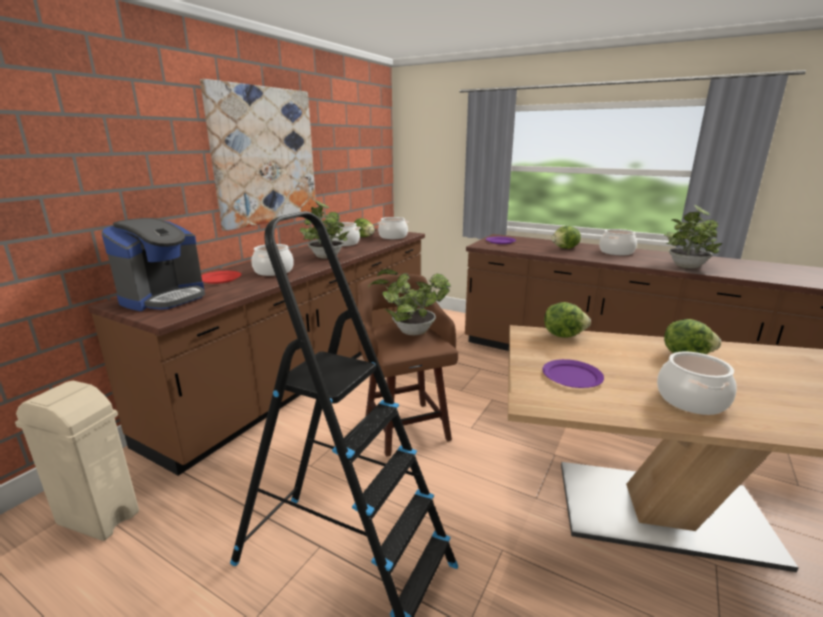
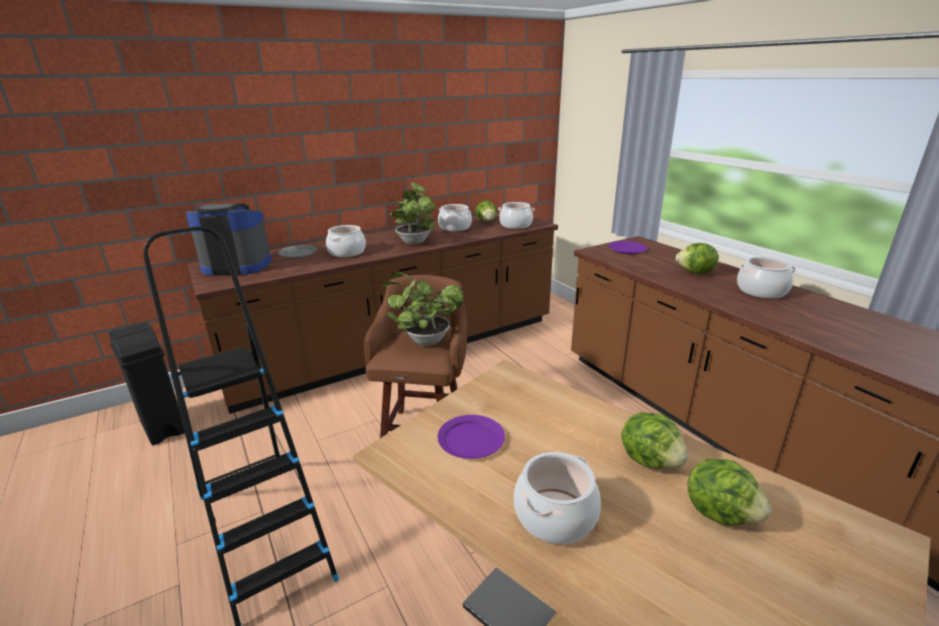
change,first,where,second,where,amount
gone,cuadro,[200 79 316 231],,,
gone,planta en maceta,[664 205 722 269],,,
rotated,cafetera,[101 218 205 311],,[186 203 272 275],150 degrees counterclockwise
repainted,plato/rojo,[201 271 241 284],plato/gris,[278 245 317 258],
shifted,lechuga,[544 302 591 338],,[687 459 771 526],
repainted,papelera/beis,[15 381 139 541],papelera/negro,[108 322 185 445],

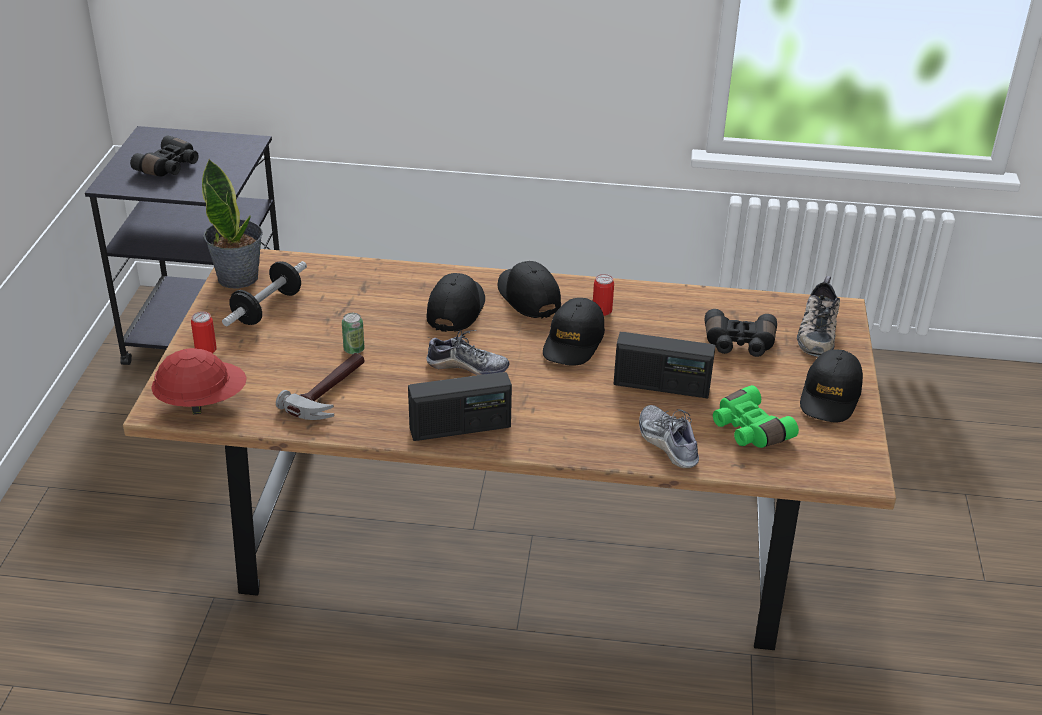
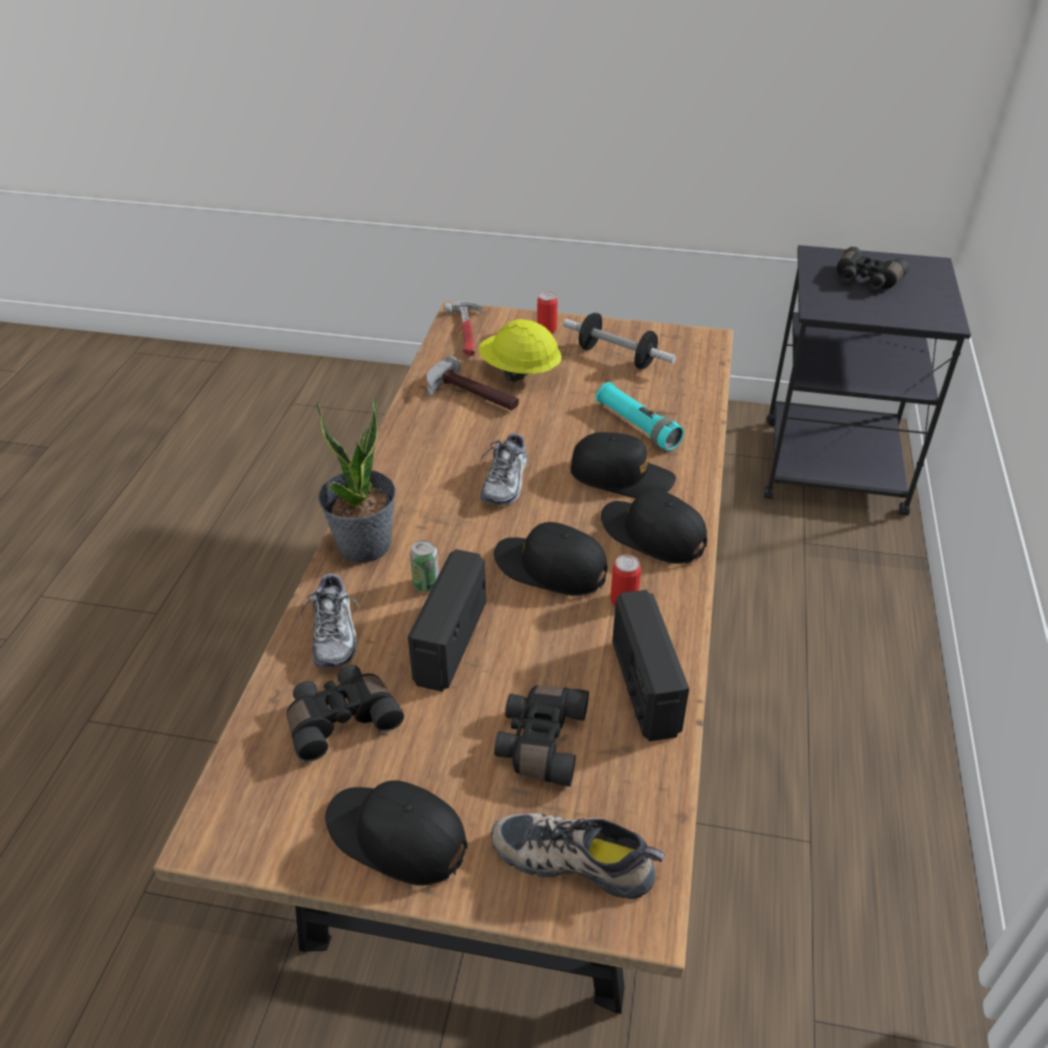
change,first,where,second,where,amount
shifted,planta en maceta,[202 158 263 289],,[317 396 396 563],
rotated,gorra/negro,[498 261 561 319],,[601 490 707 564],120 degrees counterclockwise
shifted,lata,[342 313 364 354],,[410 540 439 592],
swapped,casco/rojo,[151 348 247 415],martillo,[445 301 483 356],
shifted,radio,[408 372 512 441],,[612 590 689 741],
repainted,prismáticos/verde,[713 385 799 448],prismáticos/negro,[287 665 404 762],
rotated,zapato,[639 405 699 468],,[300 568 360 669],105 degrees clockwise
new,,,casco/amarillo,[479 319 562 382],
new,,,linterna/turquesa,[596 382 684 451],

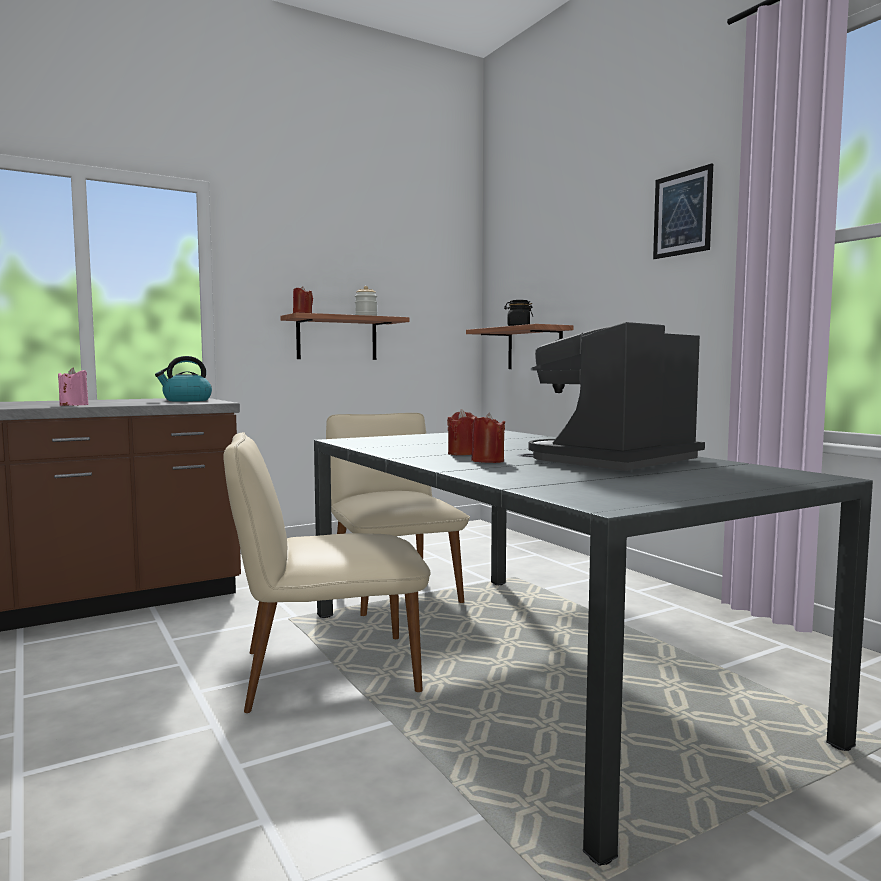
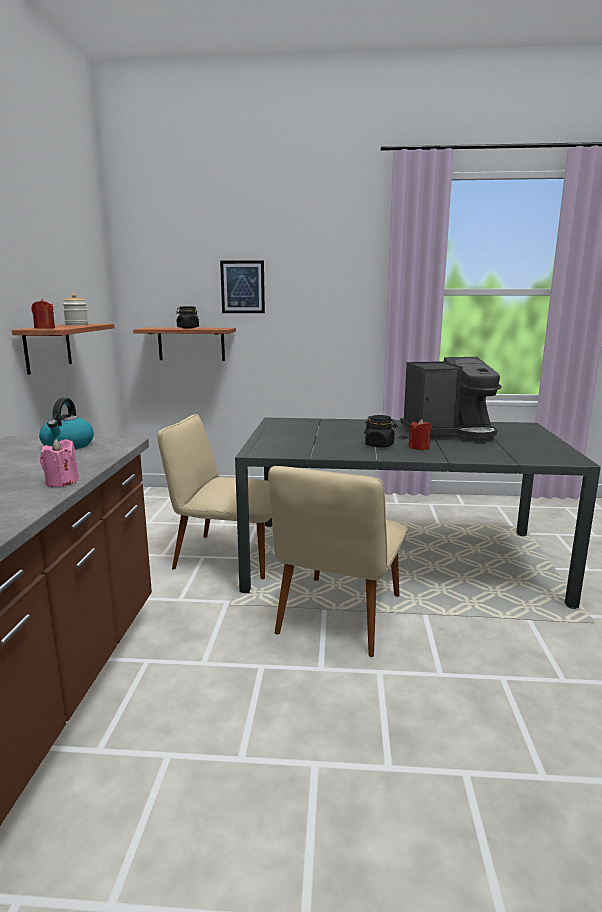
change,first,where,second,where,amount
shifted,cuadro,[653 163 713 259],,[220 260 265 313],
rotated,cafetera,[528 322 705 471],,[400 357 502 441],90 degrees counterclockwise
swapped,vela/rojo,[447 409 477 455],tarro/negro,[364 415 397 448],

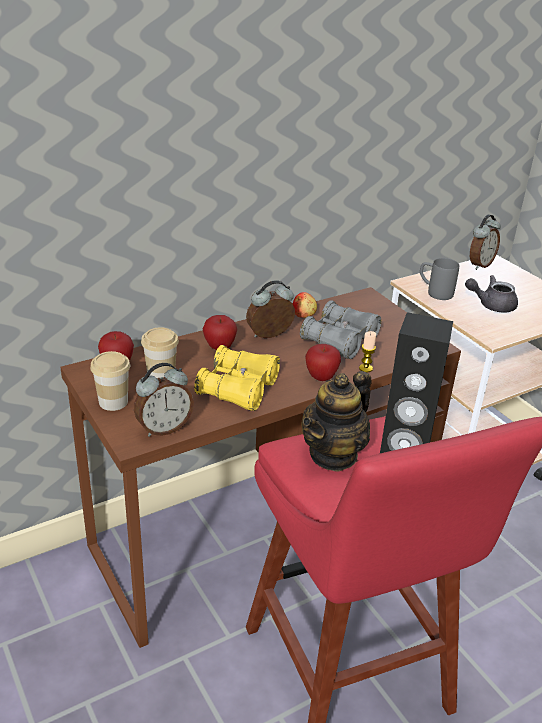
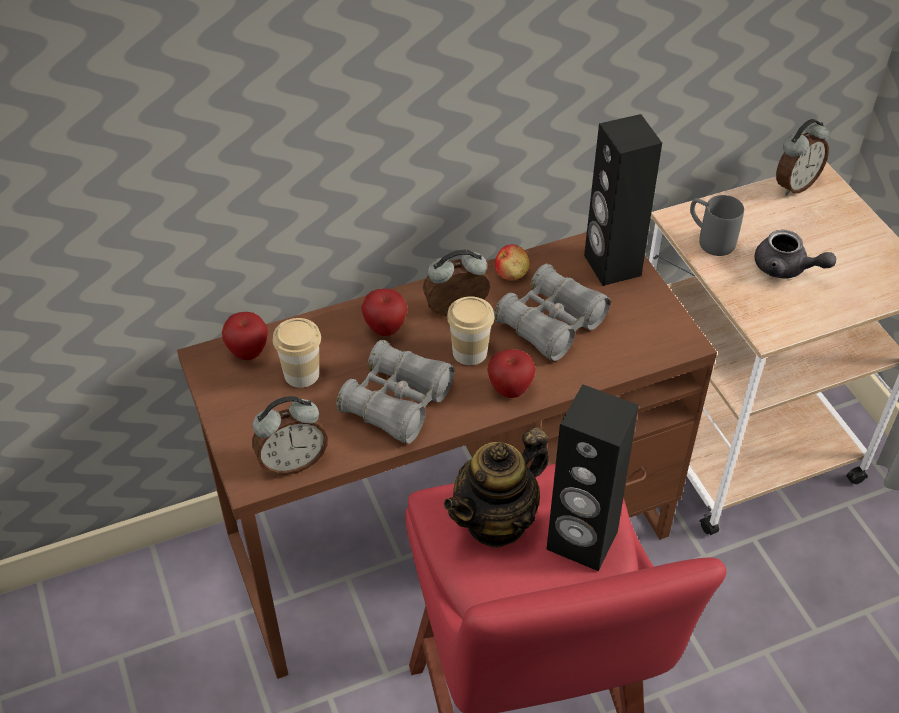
change,first,where,second,where,amount
rotated,tetera/gris,[465 275 518 312],,[754 230 836 279],150 degrees counterclockwise
gone,vela,[359 331 376 372],,,
repainted,prismáticos/amarillo,[194 345 280 411],prismáticos/gris,[336 340 455 444],
shifted,taza,[90 351 130 411],,[447 297 495 365],
new,,,altavoz/negro,[584 114 662 286],

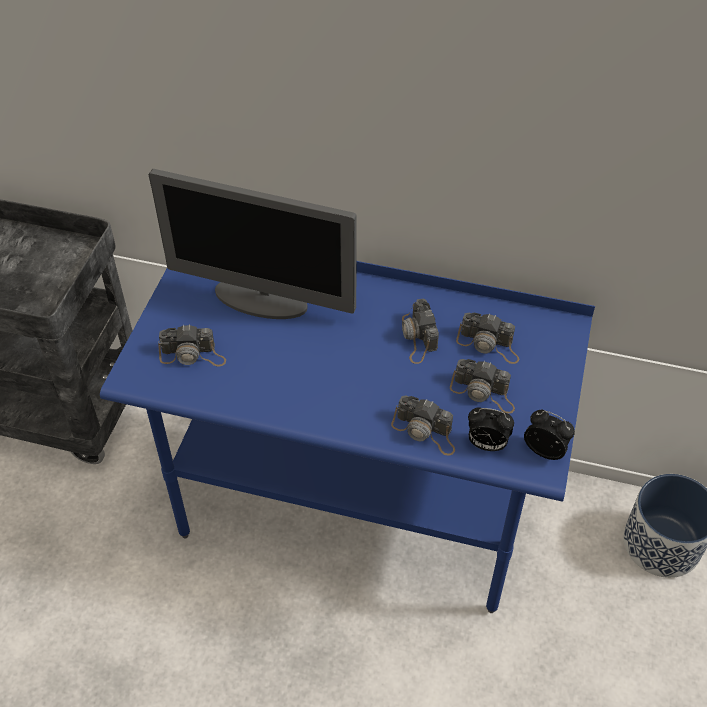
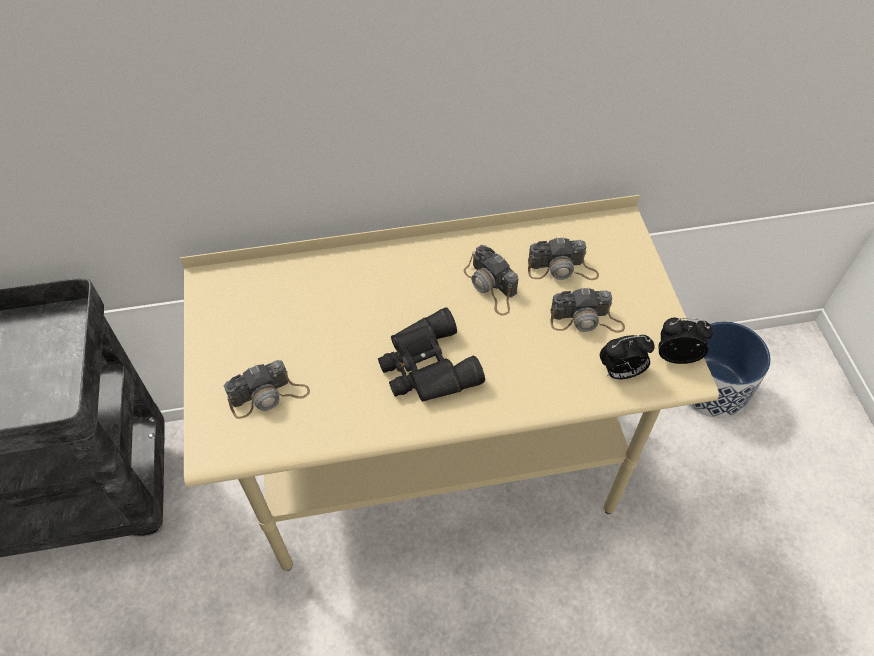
change,first,where,second,where,amount
gone,monitor,[149 169 357 319],,,
repainted,escritorio/azul,[100 261 595 613],escritorio/beis,[180 195 719 571],
gone,cámara,[391 396 455 456],,,
new,,,prismáticos/negro,[378 307 485 402],

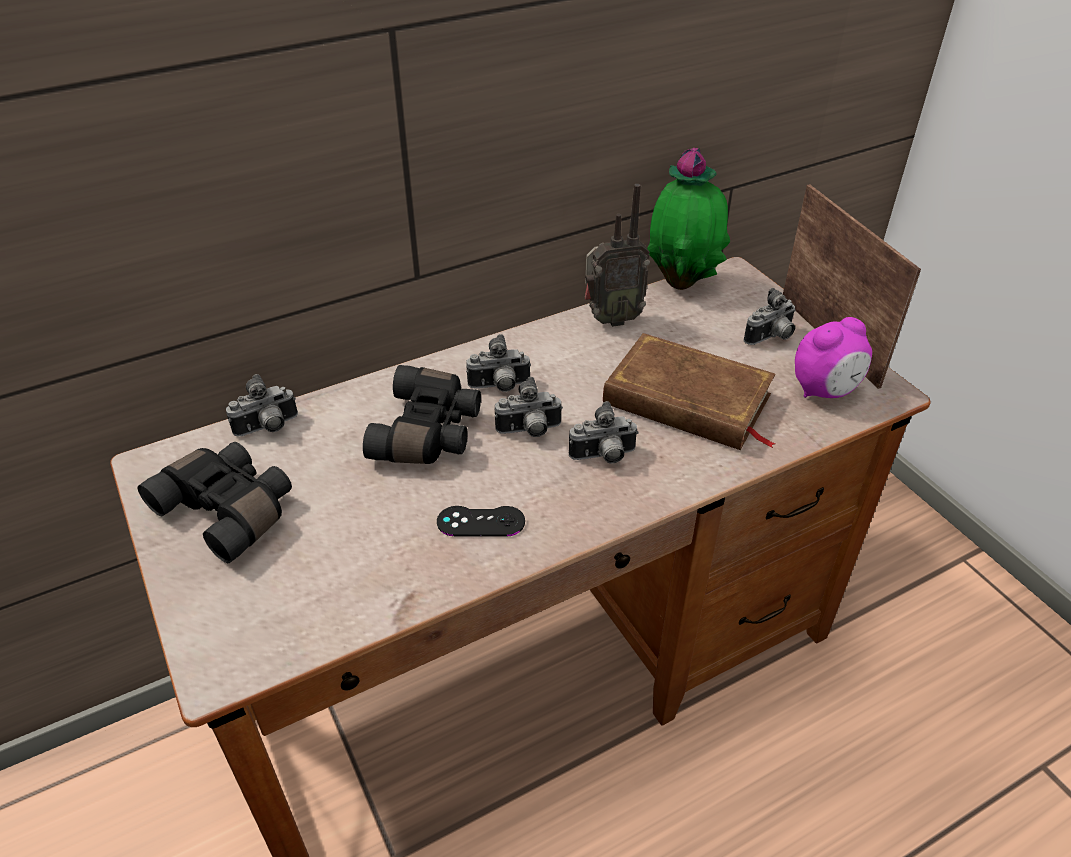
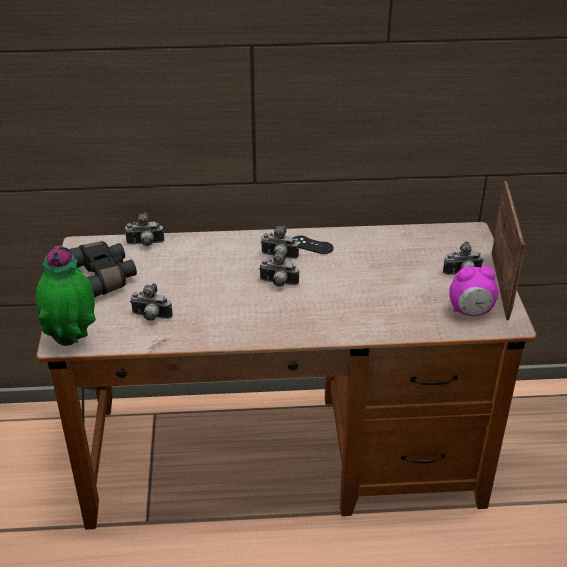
change,first,where,second,where,amount
shifted,planta en maceta,[647 147 730 290],,[36 245 96 346],
gone,radio,[585 184 650 327],,,
gone,libro/marrón,[603 333 775 450],,,
gone,prismáticos/negro,[363 365 481 464],,,
shifted,cámara,[569 401 638 463],,[130 283 173 321],
shifted,mando de consola/negro,[437 506 525 537],,[293 236 334 254],

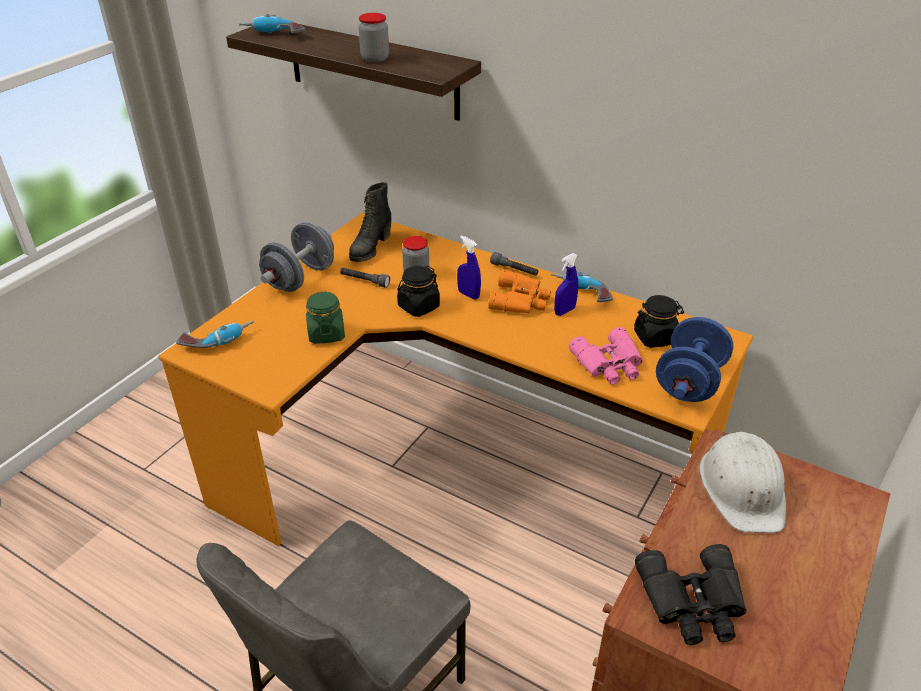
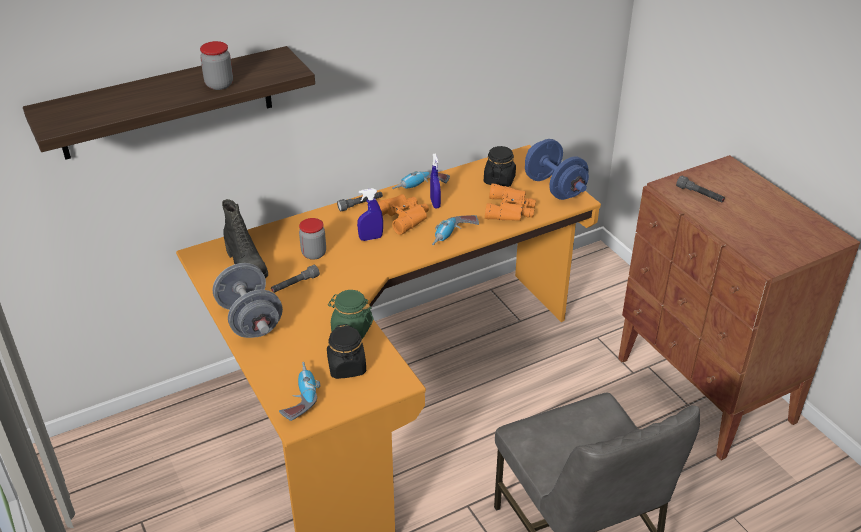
change,first,where,second,where,amount
shifted,taladro,[239 14 305 34],,[432 215 479 245],
shifted,tarro/negro,[397 266 440 317],,[327 324 366 379],
repainted,prismáticos/rosa,[569 327 643 385],prismáticos/naranja,[485 183 536 221],
swapped,casco/blanco,[700 432 786 533],linterna/gris,[676 176 725 203],
gone,prismáticos/negro,[635 544 747 645],,,

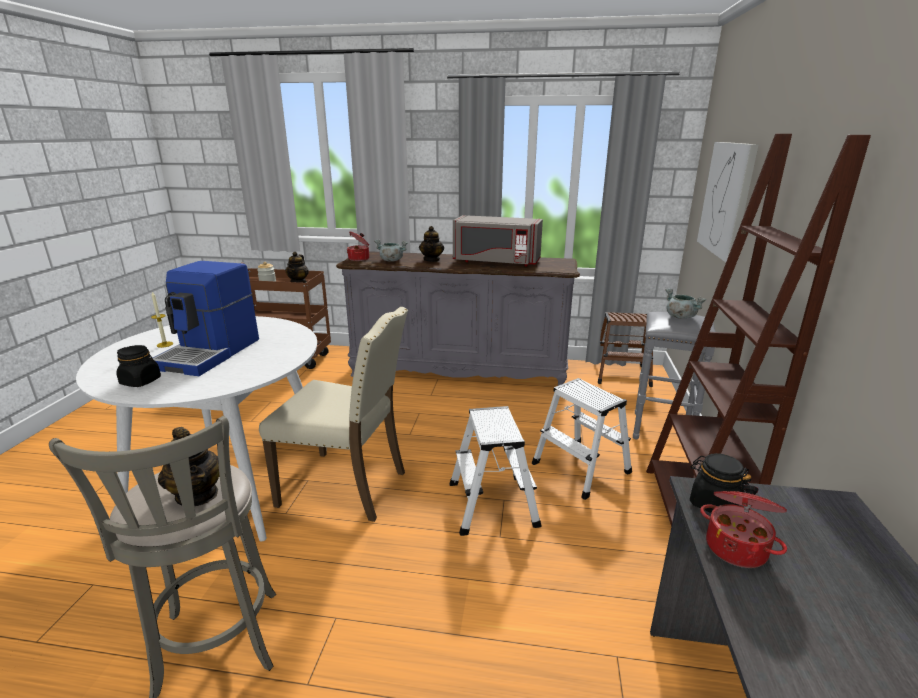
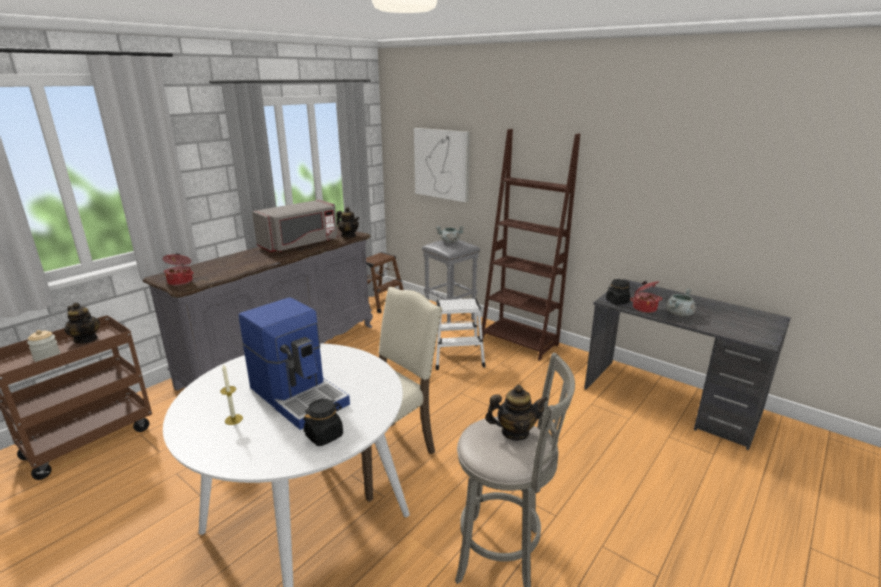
change,first,where,second,where,amount
shifted,tetera,[419 226 444 262],,[336 207 359 237],
shifted,olla/gris,[374 239 408 262],,[666 288 696 316],
gone,escalera de tijera/blanco,[449 406 542 536],,,

